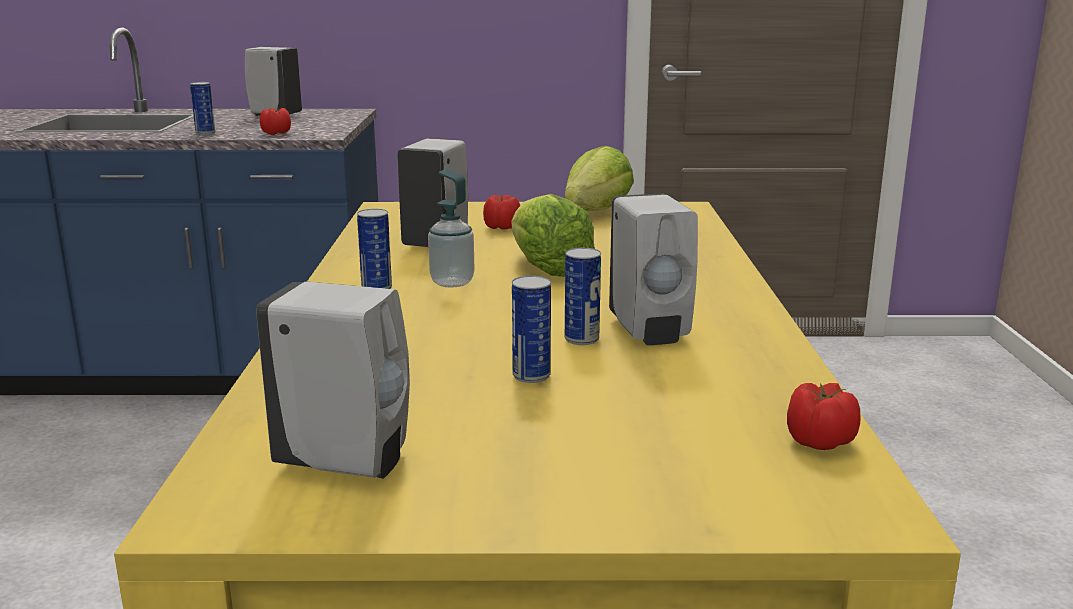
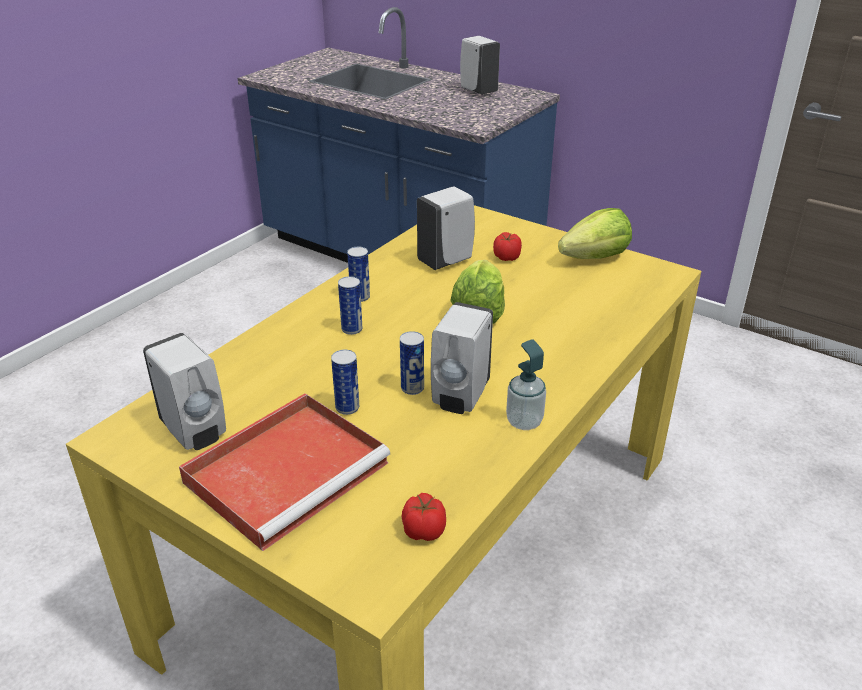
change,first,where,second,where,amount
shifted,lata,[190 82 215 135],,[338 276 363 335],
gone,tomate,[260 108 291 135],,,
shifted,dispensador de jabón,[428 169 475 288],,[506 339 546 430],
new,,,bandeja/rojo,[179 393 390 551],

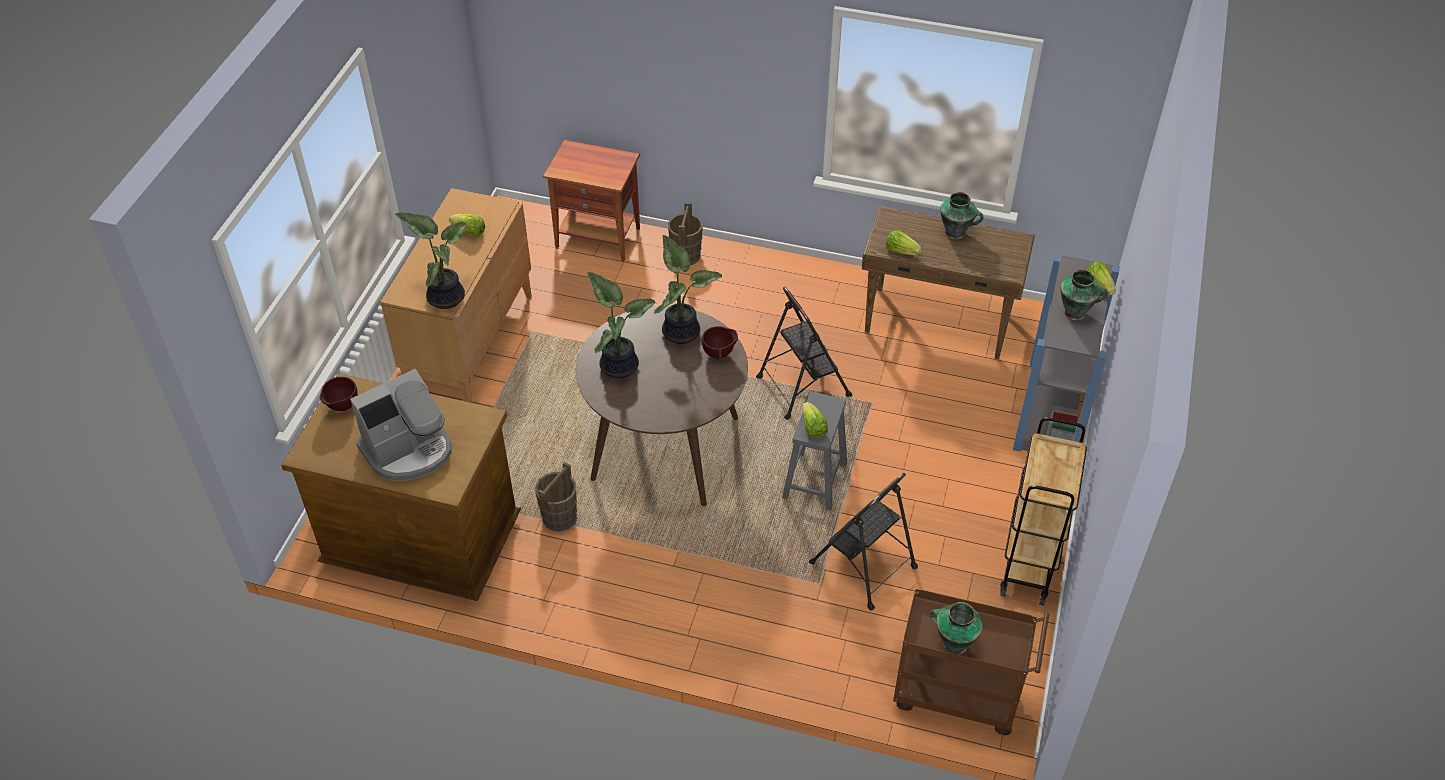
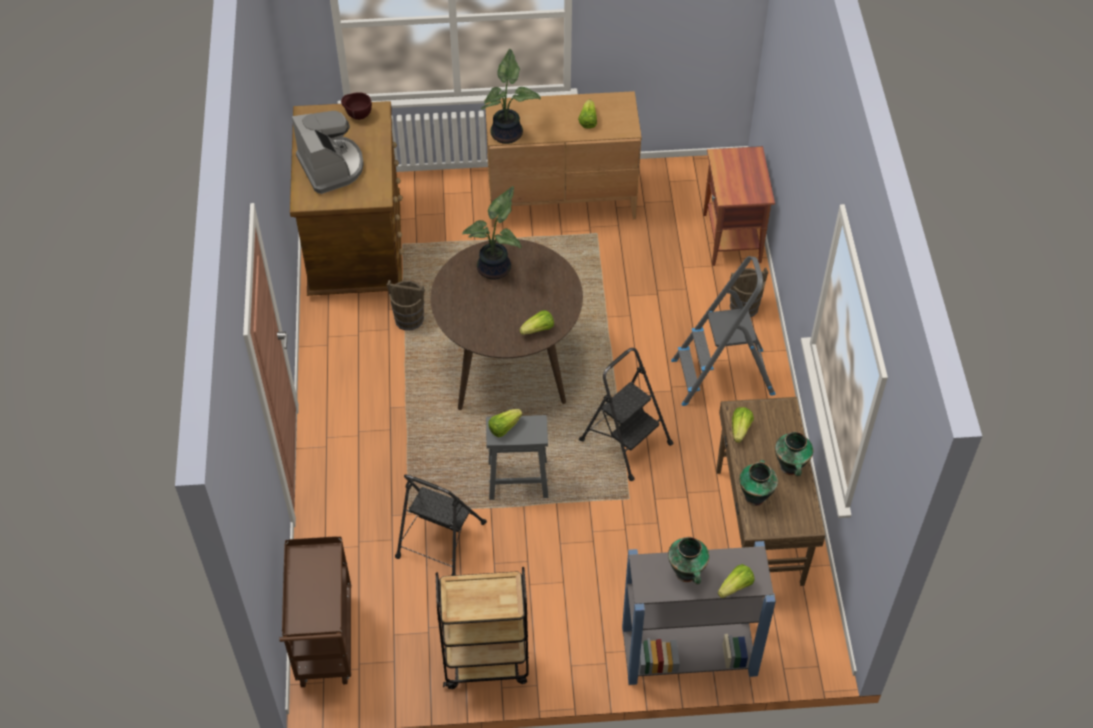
change,first,where,second,where,amount
gone,planta en maceta,[654 235 723 344],,,
swapped,cuenco/marrón,[702 326 738 359],lechuga,[519 310 554 335],
rotated,cafetera,[350 369 452 481],,[292 111 364 194],150 degrees counterclockwise
shifted,florero,[930 602 983 655],,[739 460 778 506],
new,,,escalera de tijera/gris,[671 256 776 406],

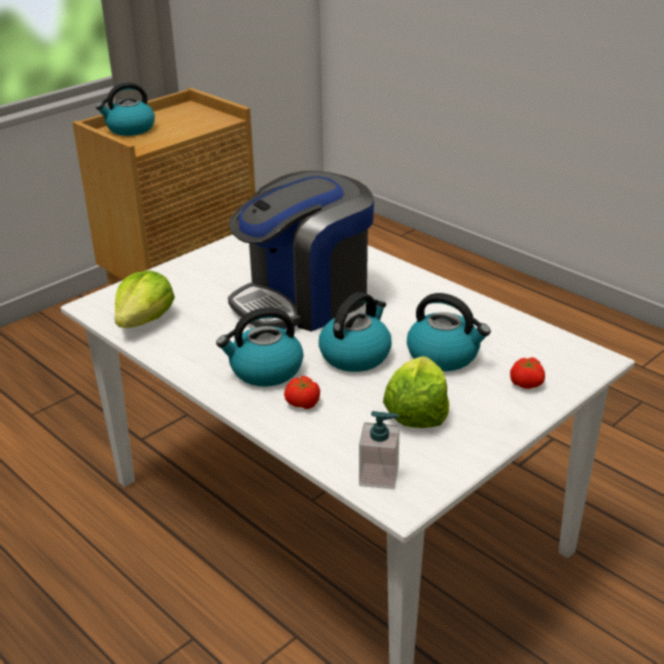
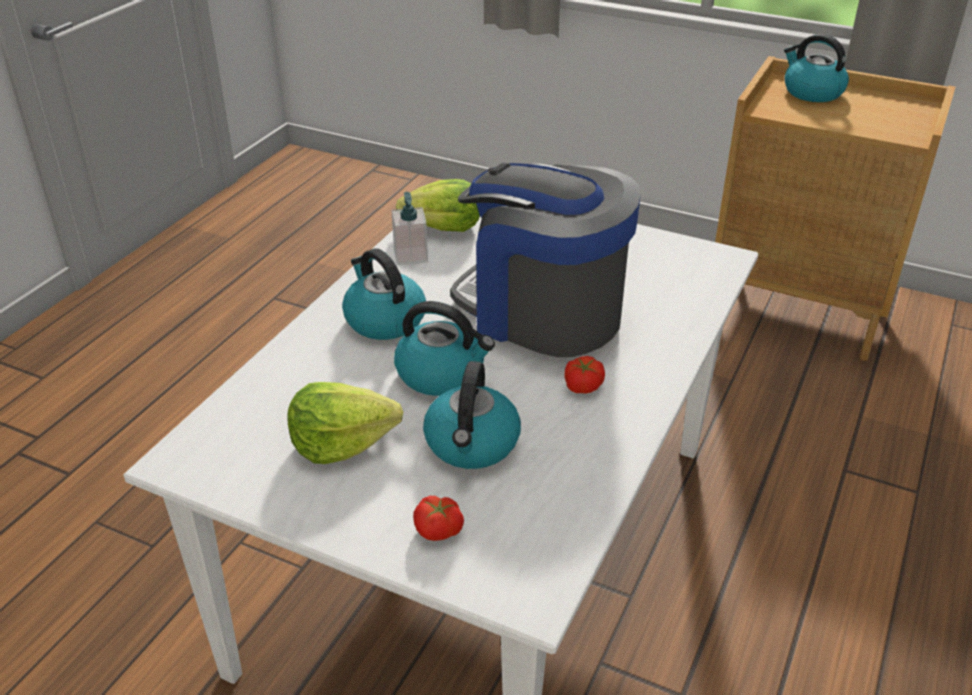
change,first,where,second,where,amount
shifted,tomate,[284 376 320 409],,[564 356 605 394],
shifted,dispensador de jabón,[359 411 400 489],,[391 192 428 265],

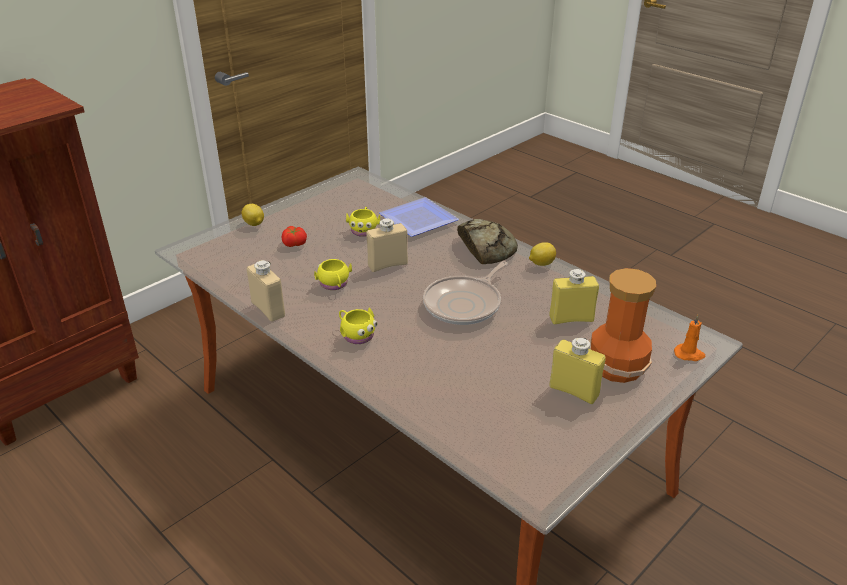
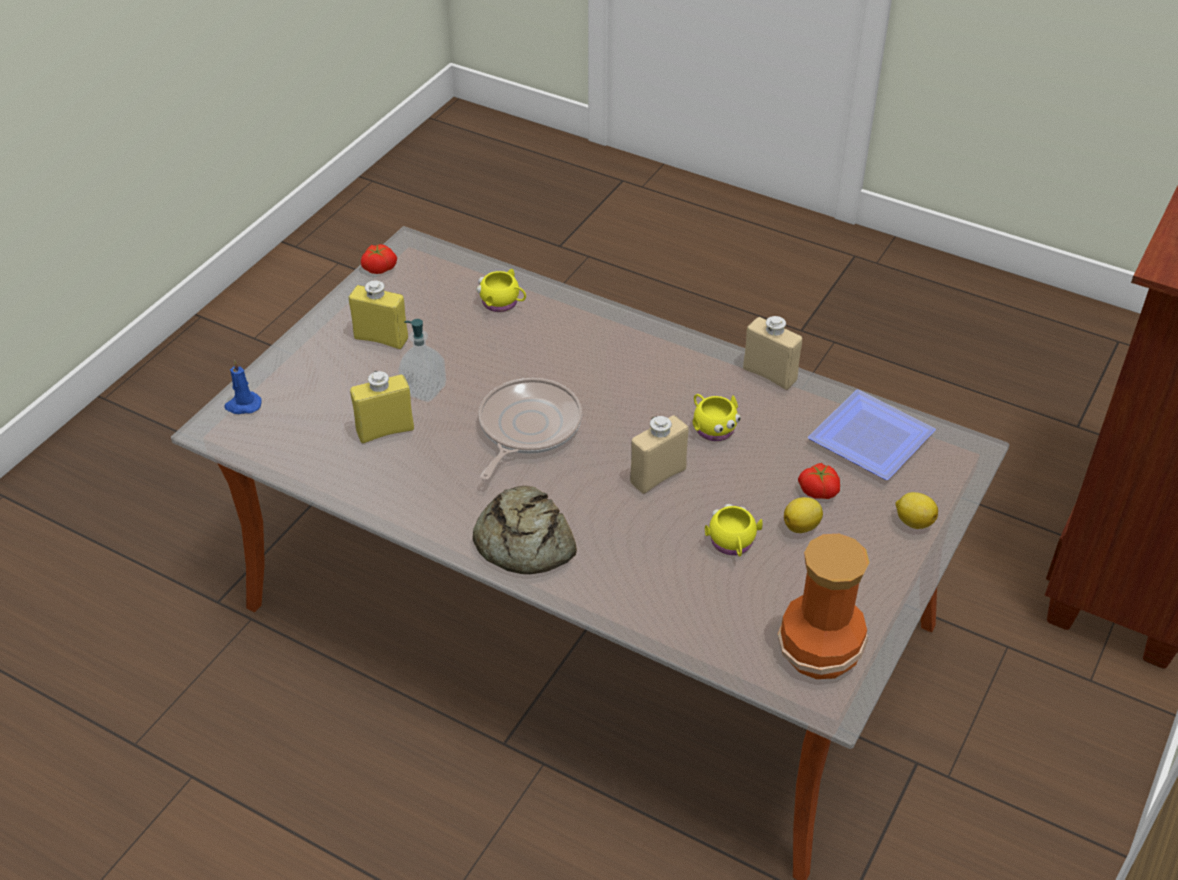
change,first,where,second,where,amount
shifted,plato,[379 197 459 237],,[808 390 936 480],
shifted,limón,[529 242 556 266],,[784 497 823 533],
shifted,florero,[589 268 656 383],,[778 534 869 679],
shifted,taza grande/amarillo,[339 307 378 344],,[476 269 526 312],
repainted,vela/naranja,[674 315 705 361],vela/azul,[224 360 262 414],
new,,,tomate,[361 244 397 274],
new,,,dispensador de jabón,[398 319 446 402],

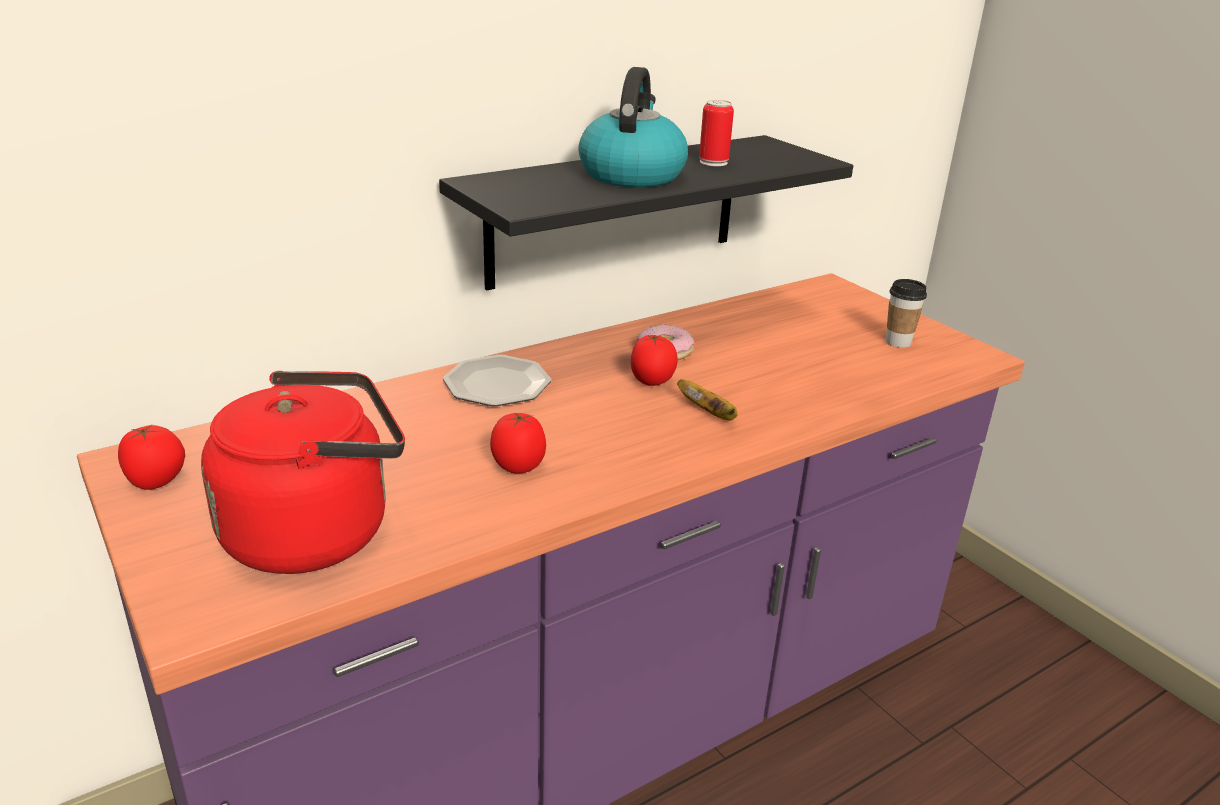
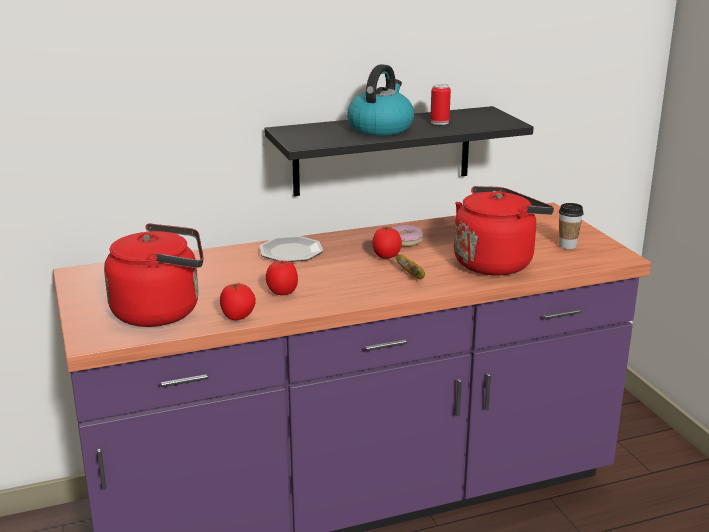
change,first,where,second,where,amount
shifted,tomate,[118 425 185 490],,[220 283 256 320],
new,,,hervidor/rojo,[454 186 554 276],

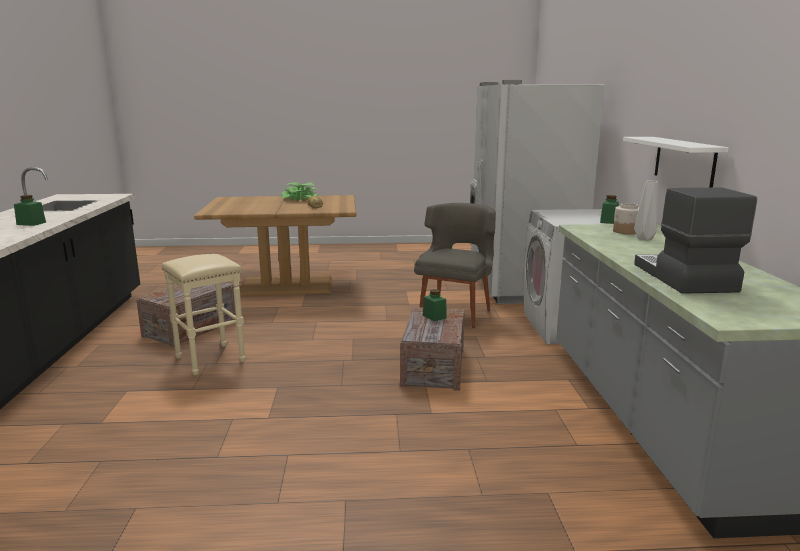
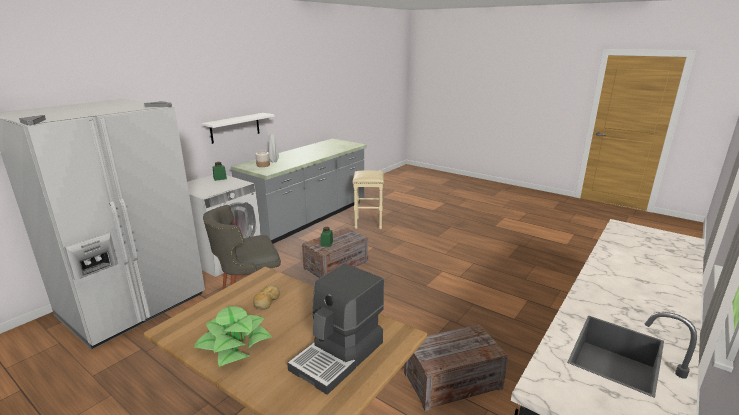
change,first,where,second,where,amount
shifted,cafetera,[634 188 757 294],,[287 263 384 395],
gone,tarro/verde,[14 195 46 226],,,
shifted,taburete/beis,[161 254 246 375],,[353 170 384 229],

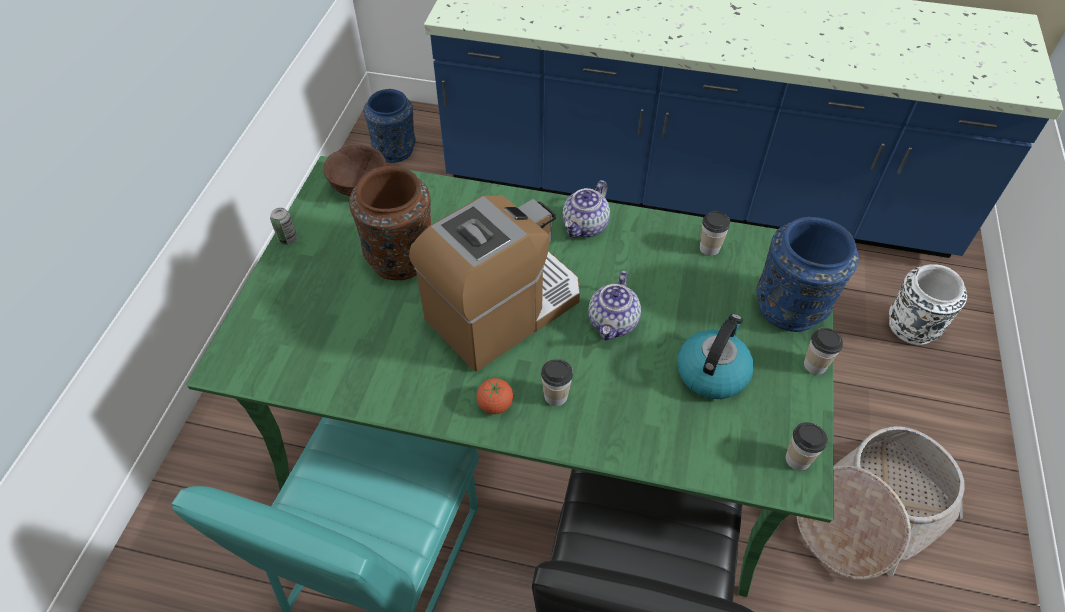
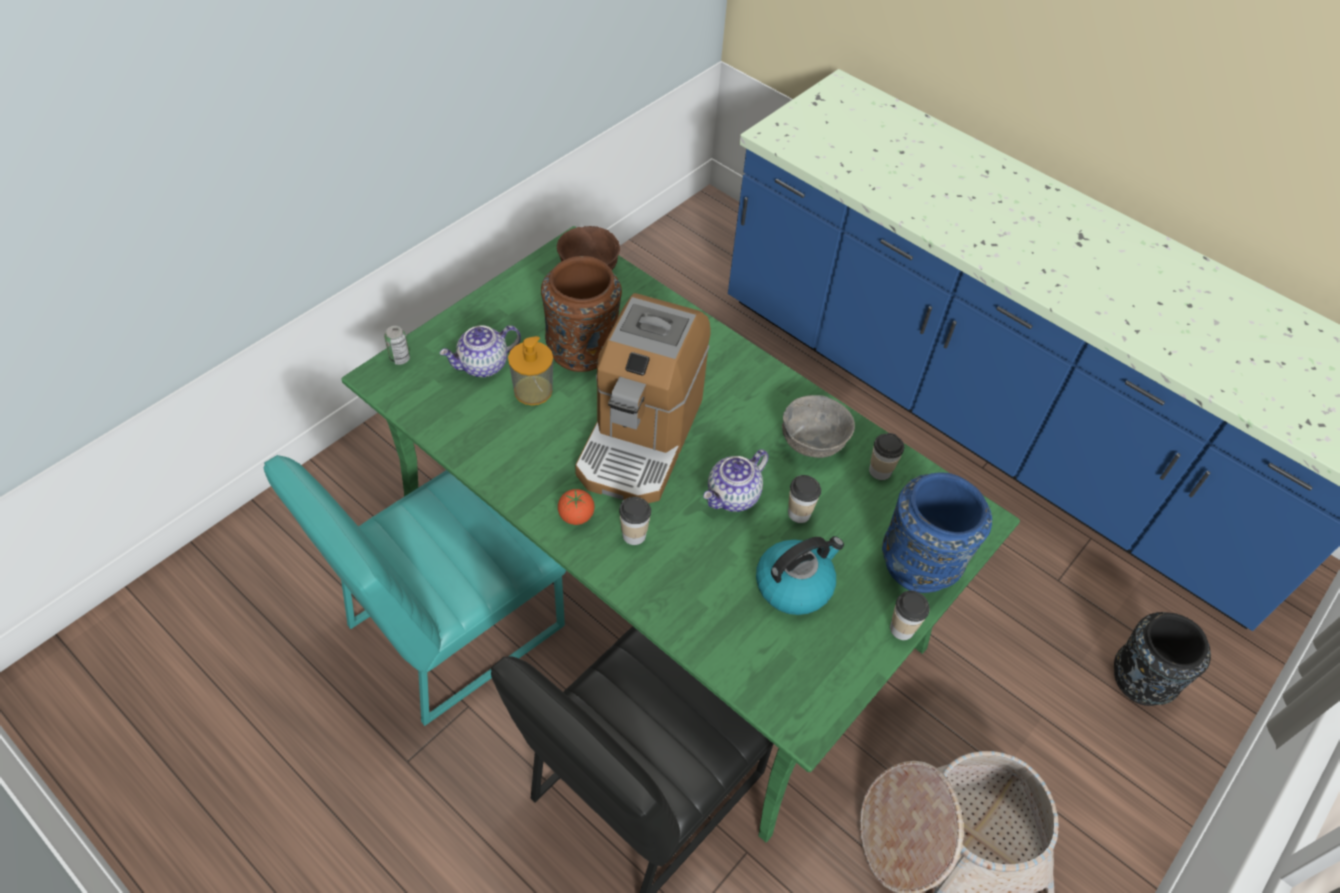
change,first,where,second,where,amount
gone,florero/azul,[363 89 416 163],,,
shifted,tetera,[563 180 610 237],,[439 325 521 377],
rotated,cafetera,[409 195 580 372],,[575 293 711 503],120 degrees clockwise
shifted,lata,[270 208 297 245],,[384 326 410 365],
repainted,florero/blanco,[889 264 967 345],florero/negro,[1114 612 1211 706],
shifted,taza,[785 422 828 471],,[788 475 821 523],
new,,,dispensador de jabón,[508 336 553 405],
new,,,cuenco/gris,[782 395 855 458],

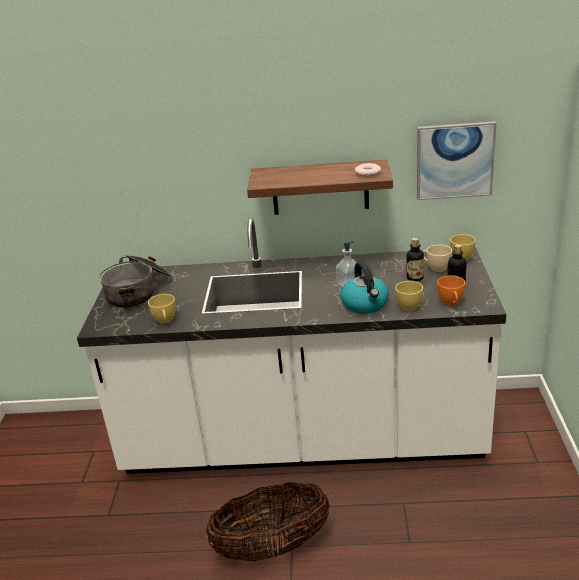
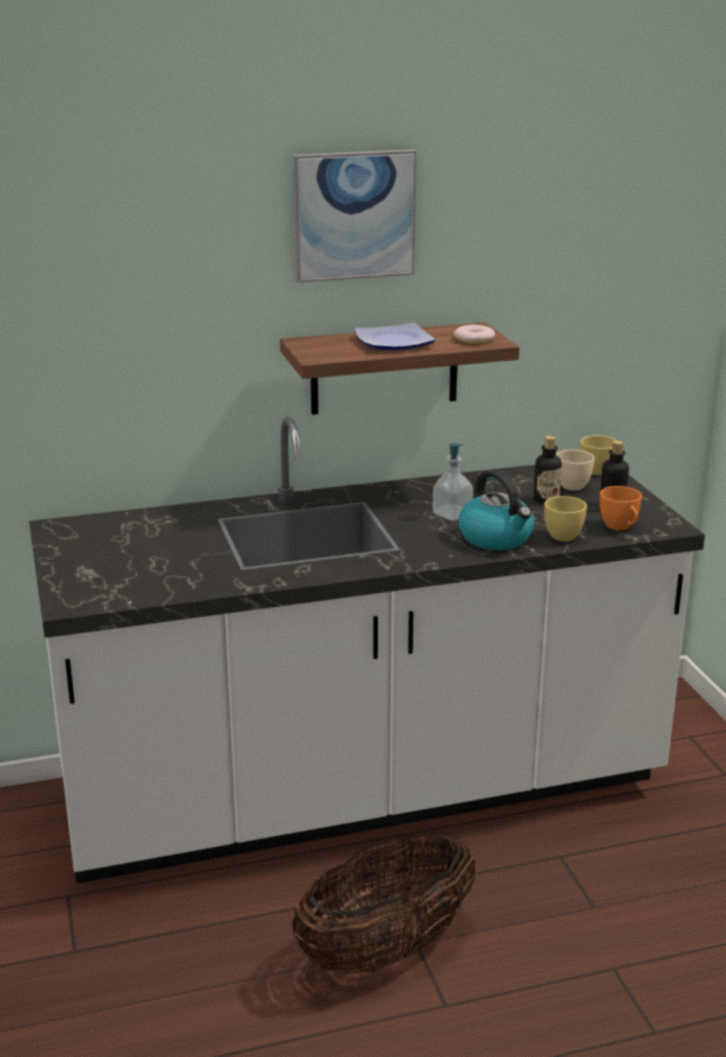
change,first,where,second,where,amount
shifted,cuadro,[417 121 497 200],,[293 149 416 283],
gone,olla,[99 255 171 308],,,
gone,taza/amarillo,[148 294 176 324],,,
new,,,plato,[354 323 436 350],

